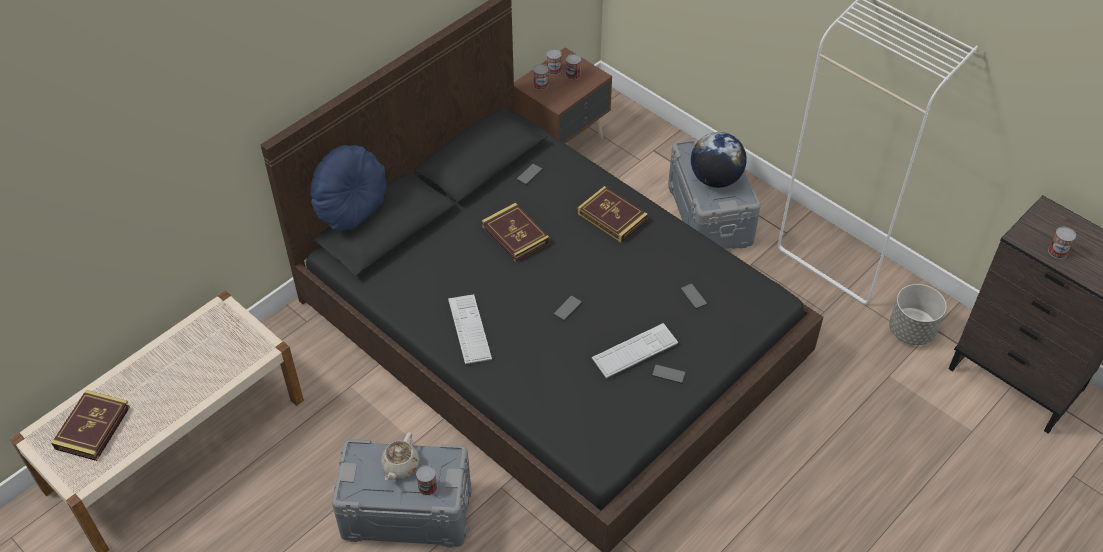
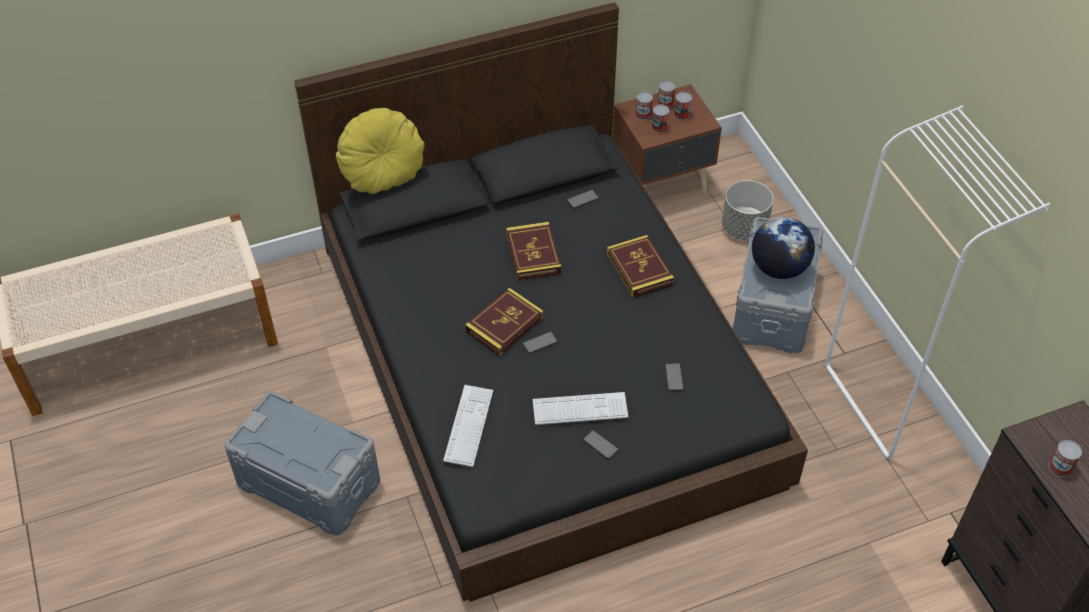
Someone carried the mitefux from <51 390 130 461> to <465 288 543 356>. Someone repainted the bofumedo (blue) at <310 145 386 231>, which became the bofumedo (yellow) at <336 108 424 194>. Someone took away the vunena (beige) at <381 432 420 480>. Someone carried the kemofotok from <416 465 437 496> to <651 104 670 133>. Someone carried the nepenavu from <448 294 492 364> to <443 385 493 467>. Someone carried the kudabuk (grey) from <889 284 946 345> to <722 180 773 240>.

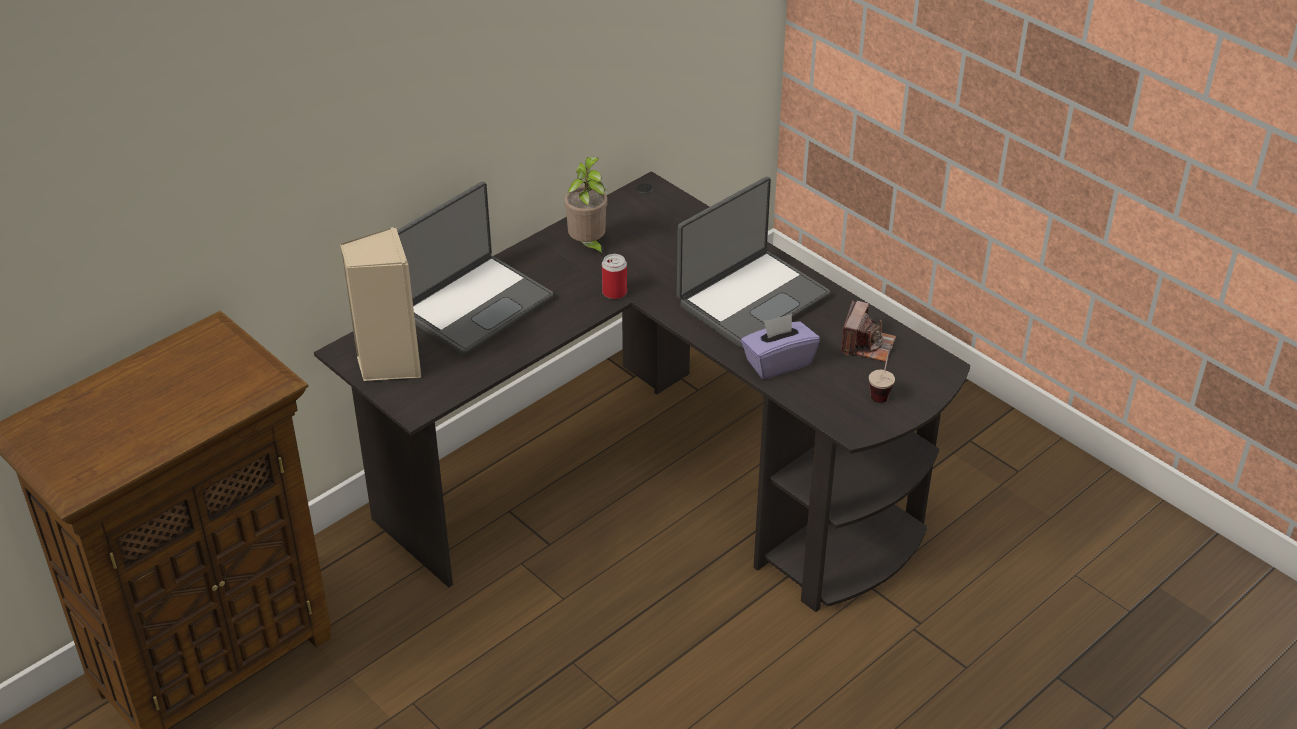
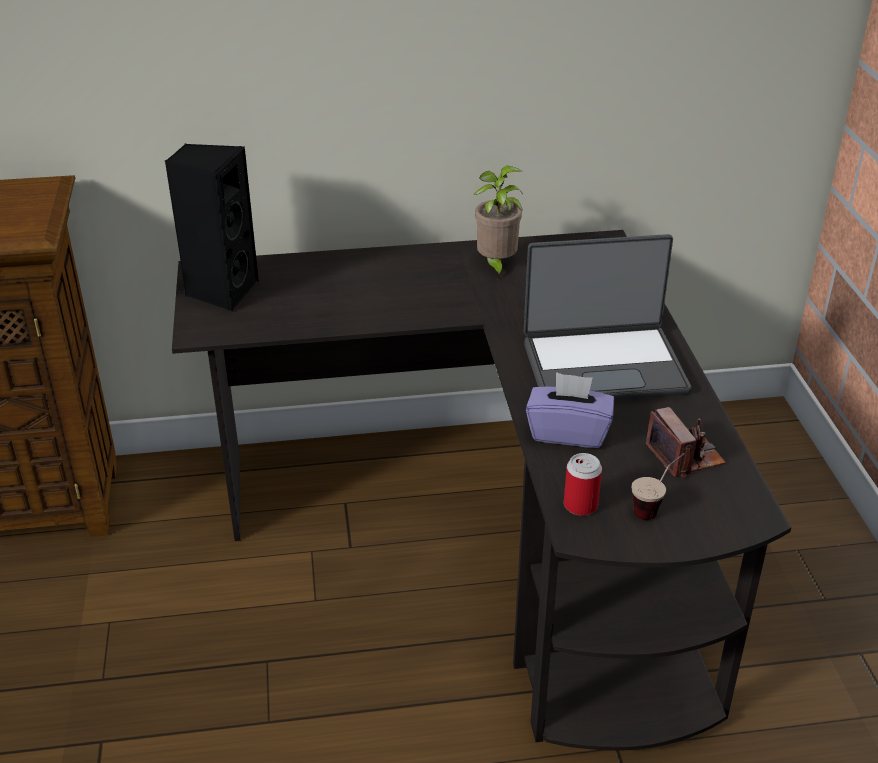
Someone repainted the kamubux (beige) at <340 227 421 381>, which became the kamubux (black) at <164 144 259 311>. Someone took away the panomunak at <397 182 554 355>. Someone carried the kemofotok from <602 254 627 299> to <564 453 602 516>. Someone rotated the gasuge at <841 301 896 362> by 75 degrees counterclockwise.

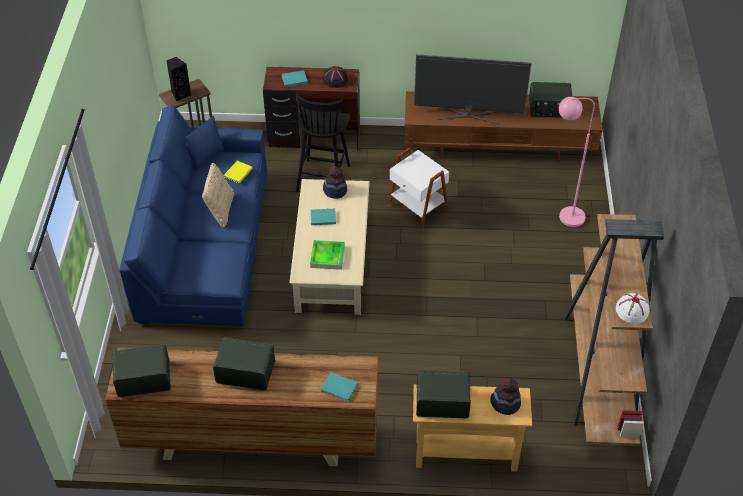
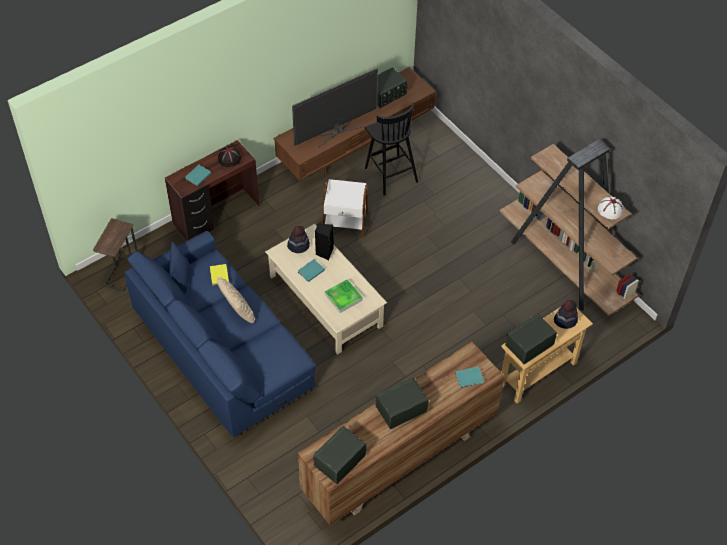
Someone carried the kamubux (black) from <167 57 191 102> to <315 224 333 260>. Someone carried the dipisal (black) from <296 93 351 192> to <365 102 418 196>. Someone took away the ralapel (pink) at <559 97 595 227>.

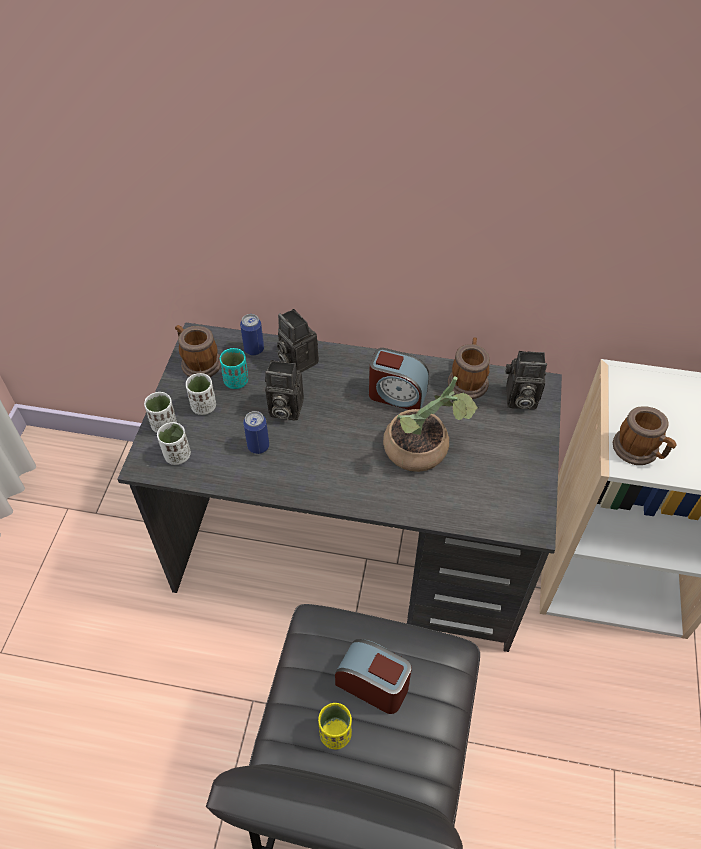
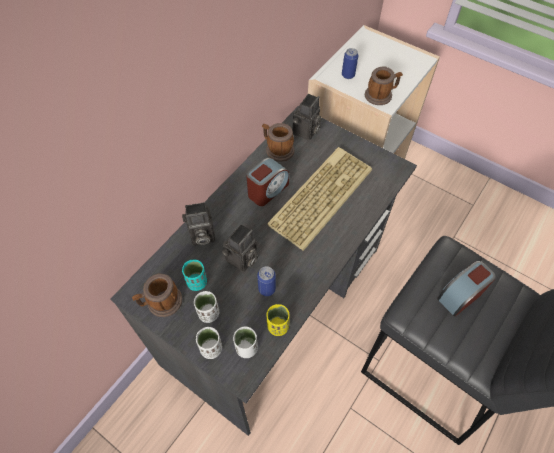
Someone carried the kemofotok from <240 314 264 356> to <342 48 359 79>. Someone carried the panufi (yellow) from <318 703 352 750> to <266 304 290 336>. Someone swapped the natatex at <383 376 479 472> for the nepenavu at <267 147 372 251>.

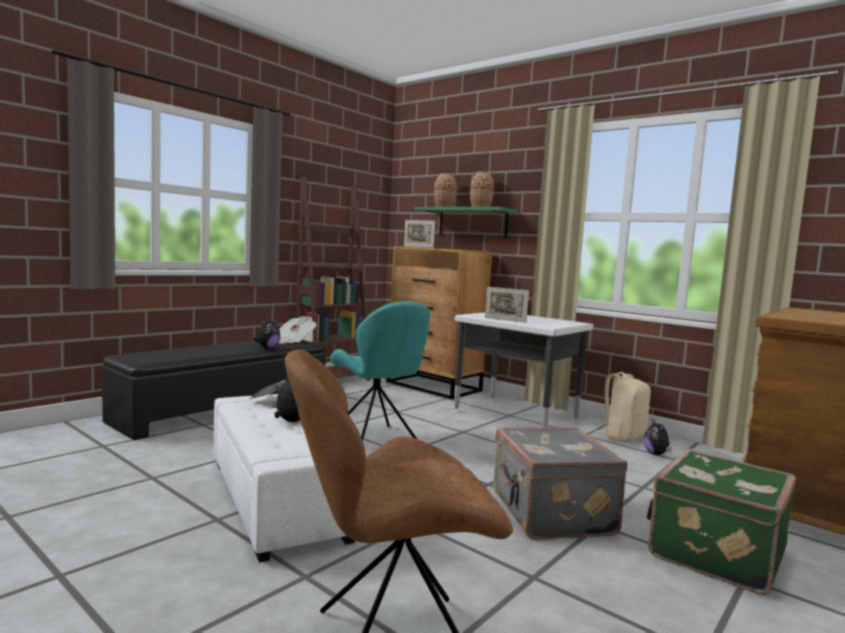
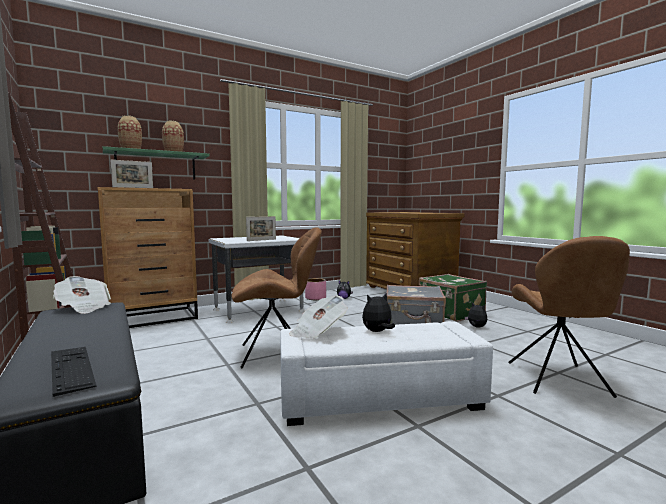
Someone carried the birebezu from <253 318 280 349> to <464 302 487 328>. Someone repainted the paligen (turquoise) at <331 301 430 440>, which became the paligen (brown) at <231 227 322 368>. Someone swapped the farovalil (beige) at <594 372 651 443> for the kudabuk (pink) at <305 278 326 300>. Someone put down the nepenavu at <51 347 96 397>.

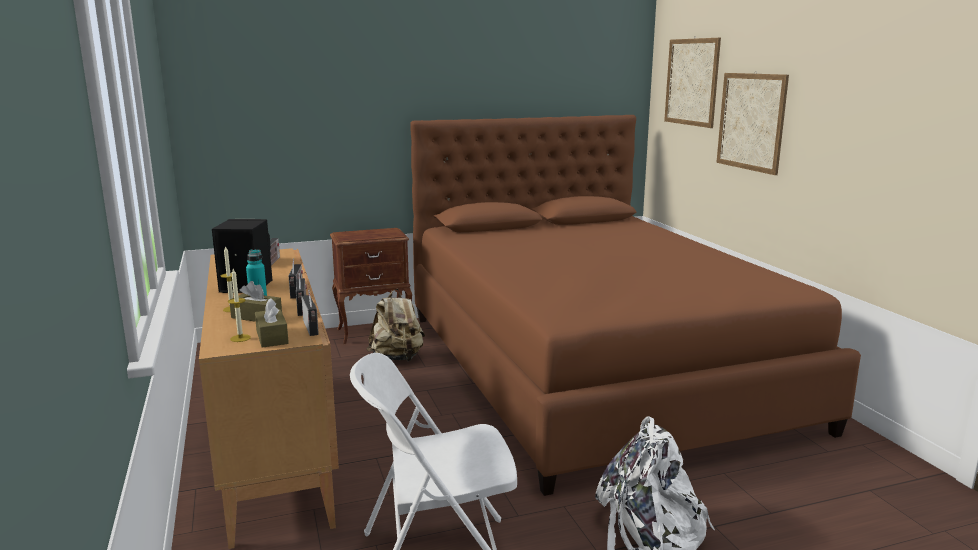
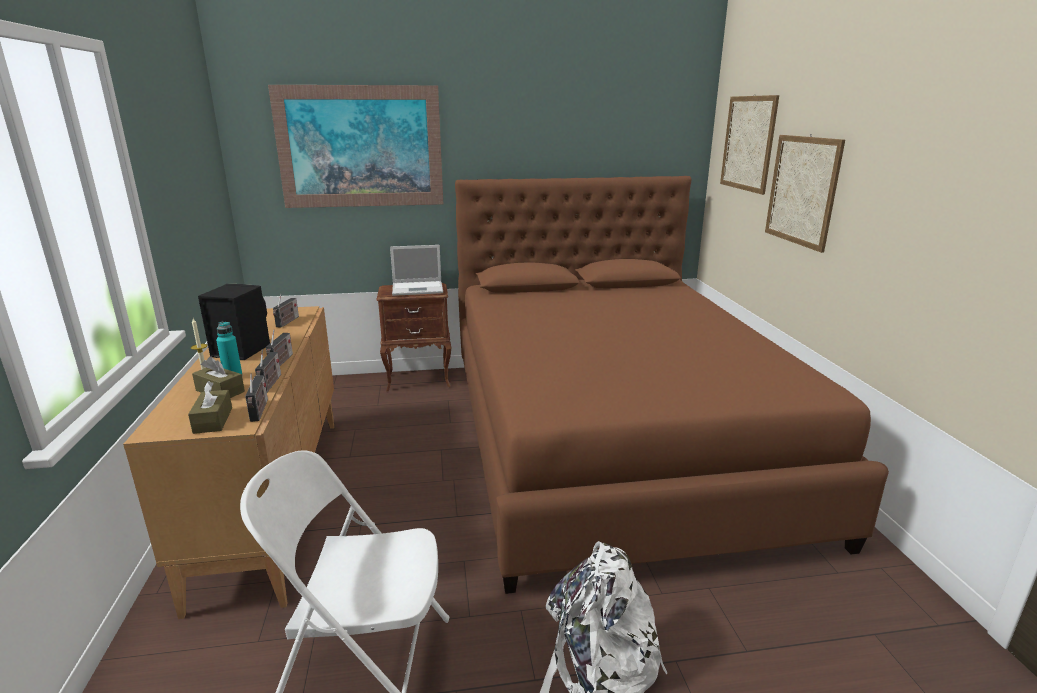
Someone took away the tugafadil at <228 269 251 342>. Someone took away the farovalil (beige) at <366 289 425 362>. Someone put up the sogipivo at <268 85 443 208>. Someone put down the panomunak at <390 245 443 296>.

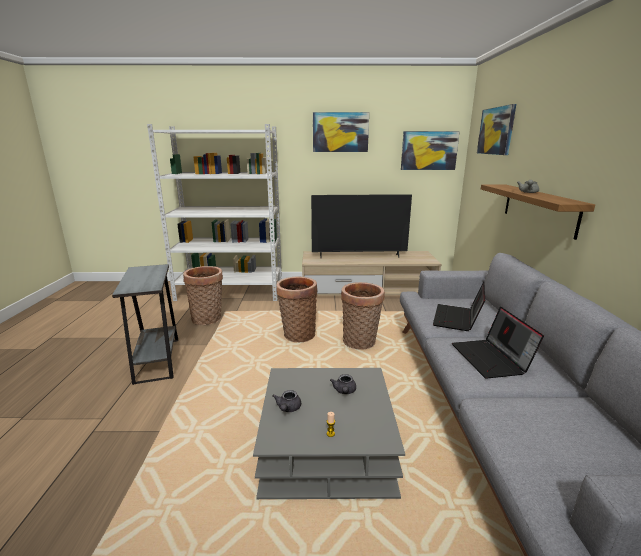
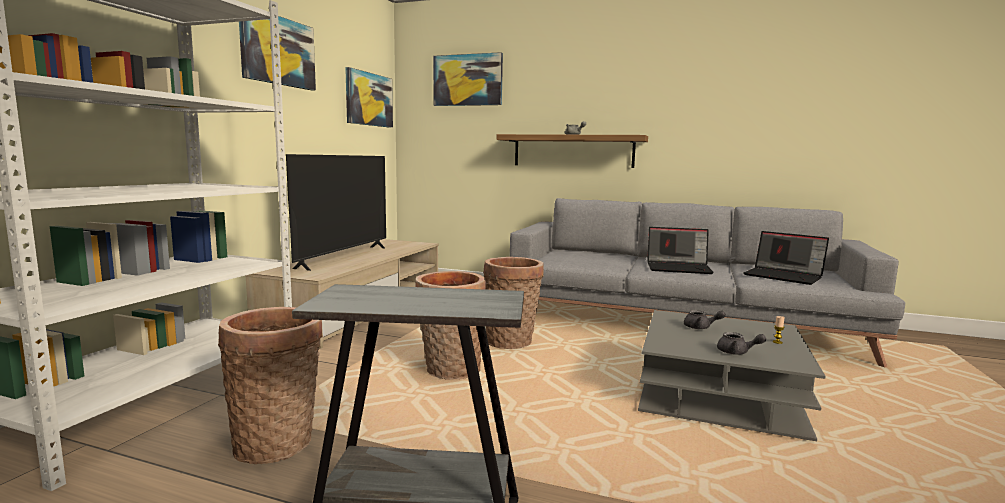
Someone carried the panomunak from <433 281 485 331> to <743 231 829 285>.

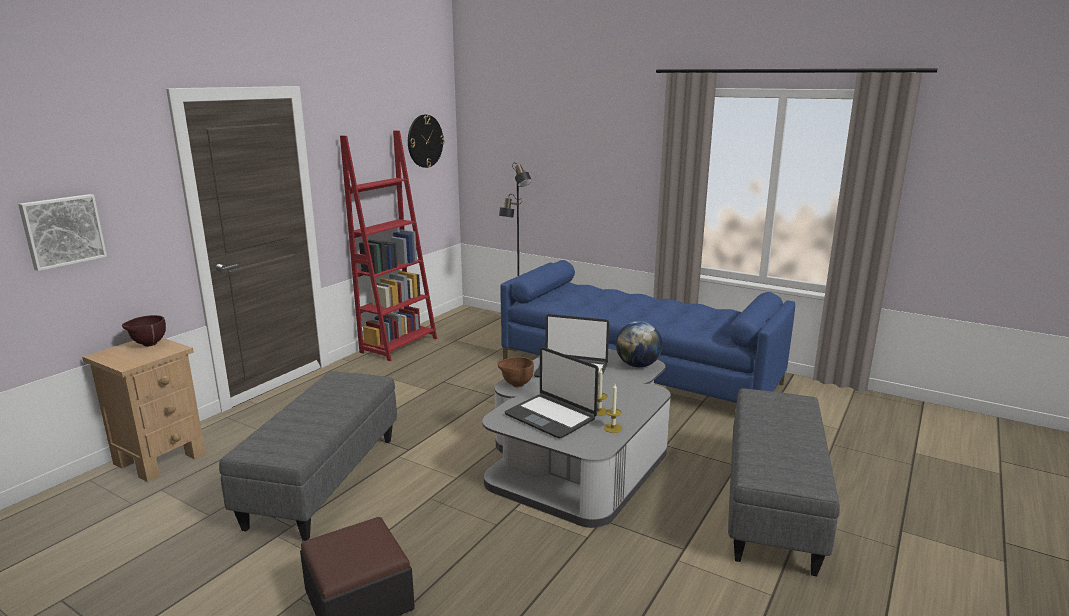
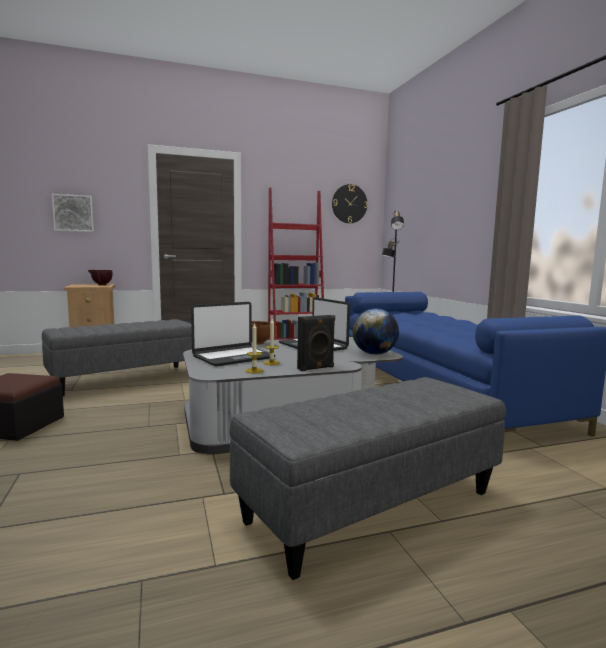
Someone rotated the panomunak at <505 347 599 438> by 120 degrees counterclockwise. Someone put down the kamubux (black) at <297 315 335 371>.

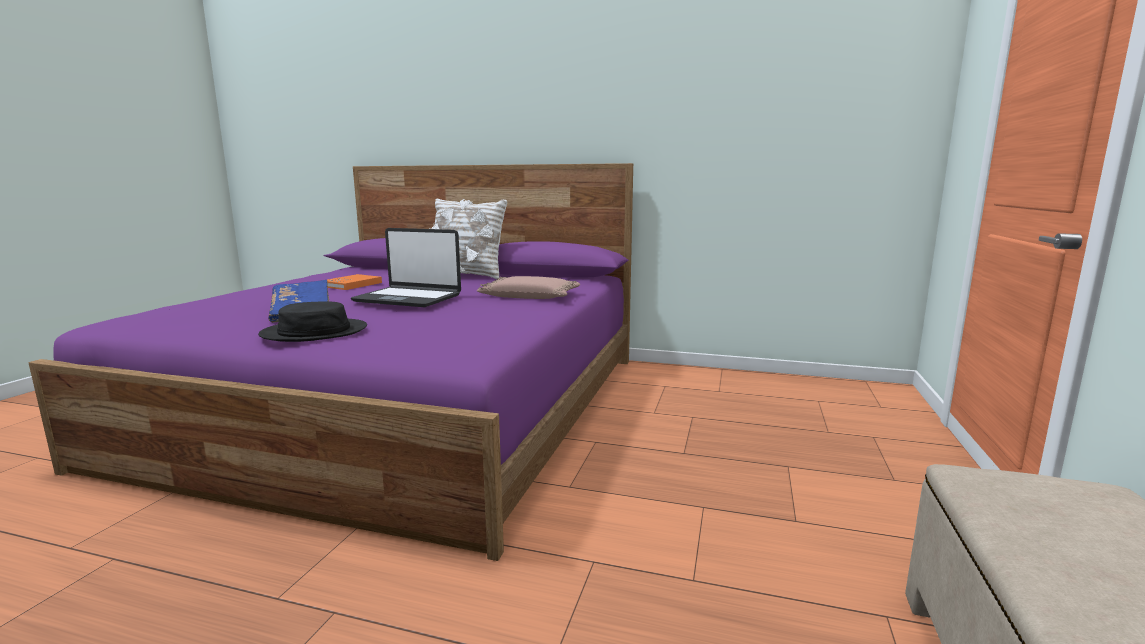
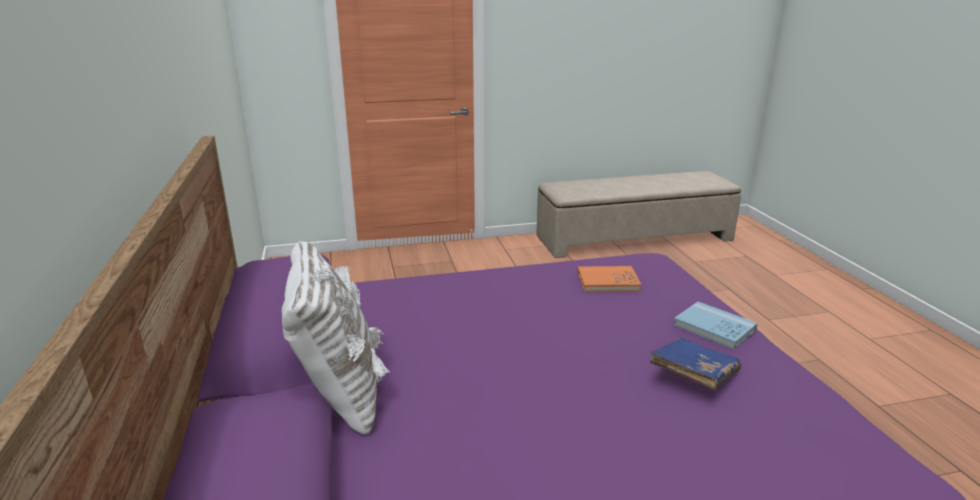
Someone swapped the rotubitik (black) at <258 301 367 342> for the mitefux (blue) at <673 302 758 350>. Someone carried the mitefux (orange) from <327 274 382 290> to <578 266 642 292>. Someone took away the panomunak at <351 228 461 307>. Someone took away the bofumedo (beige) at <477 276 581 299>.

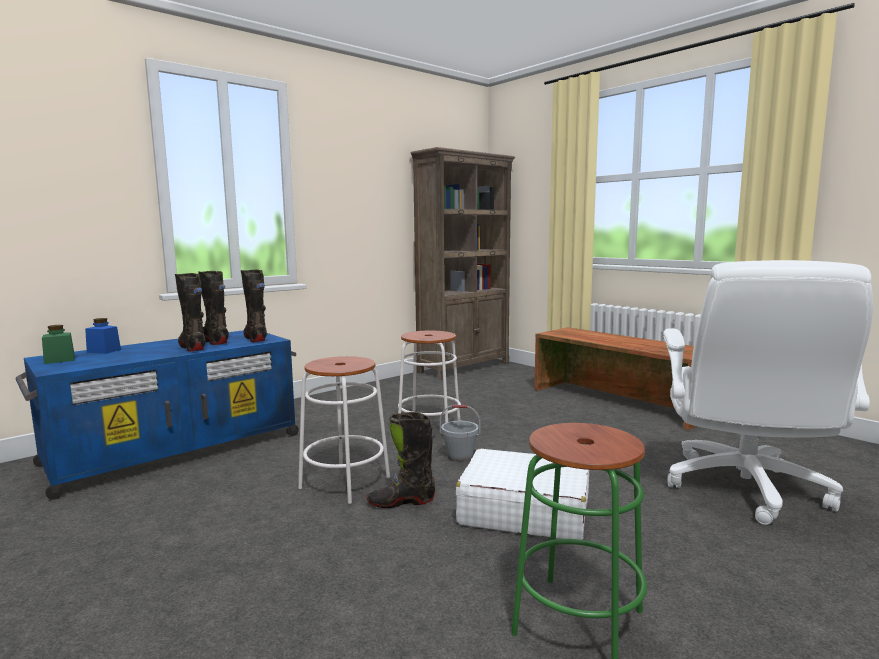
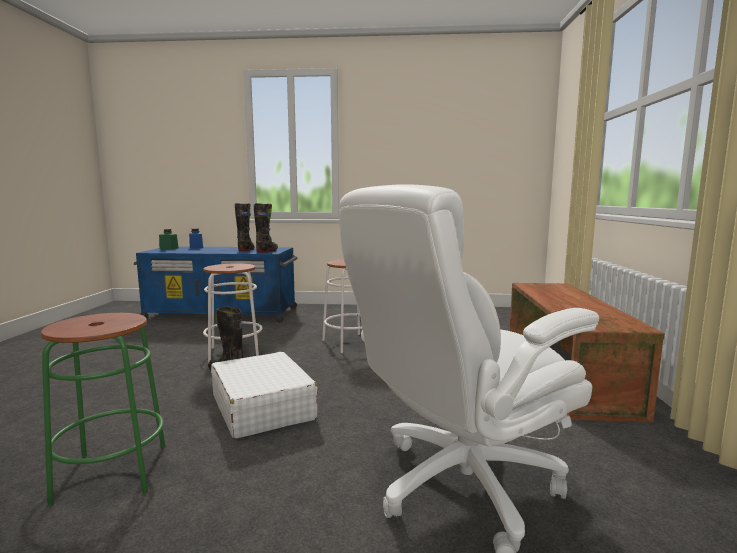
Someone took away the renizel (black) at <175 273 206 352>. Someone took away the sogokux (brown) at <410 147 515 380>. Someone took away the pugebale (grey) at <440 405 480 462>.

